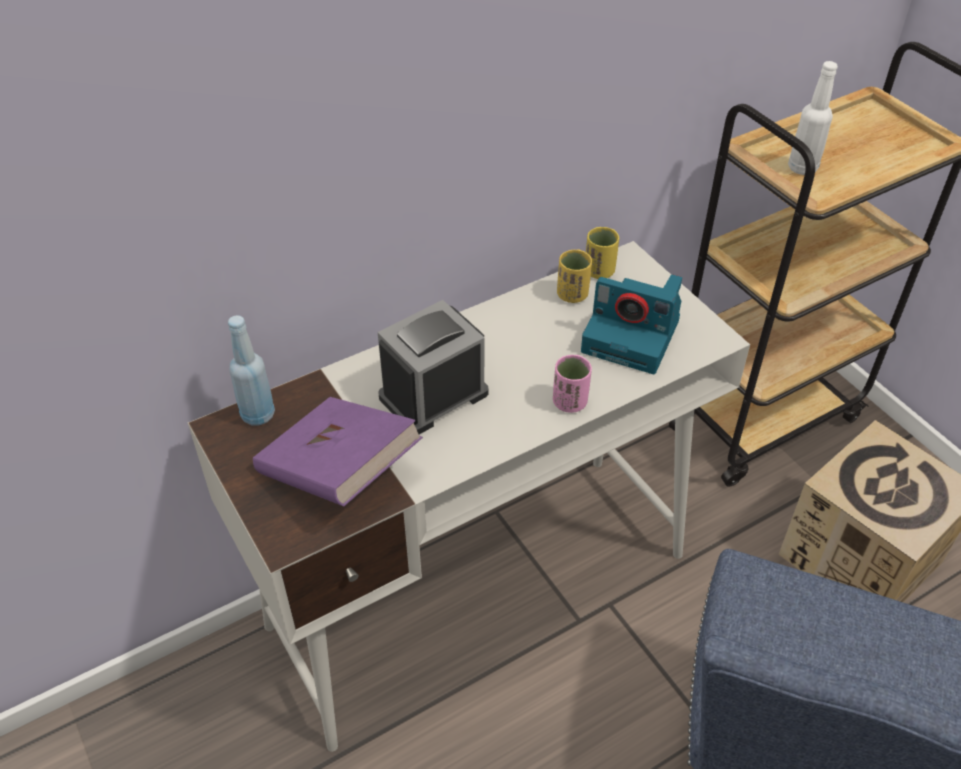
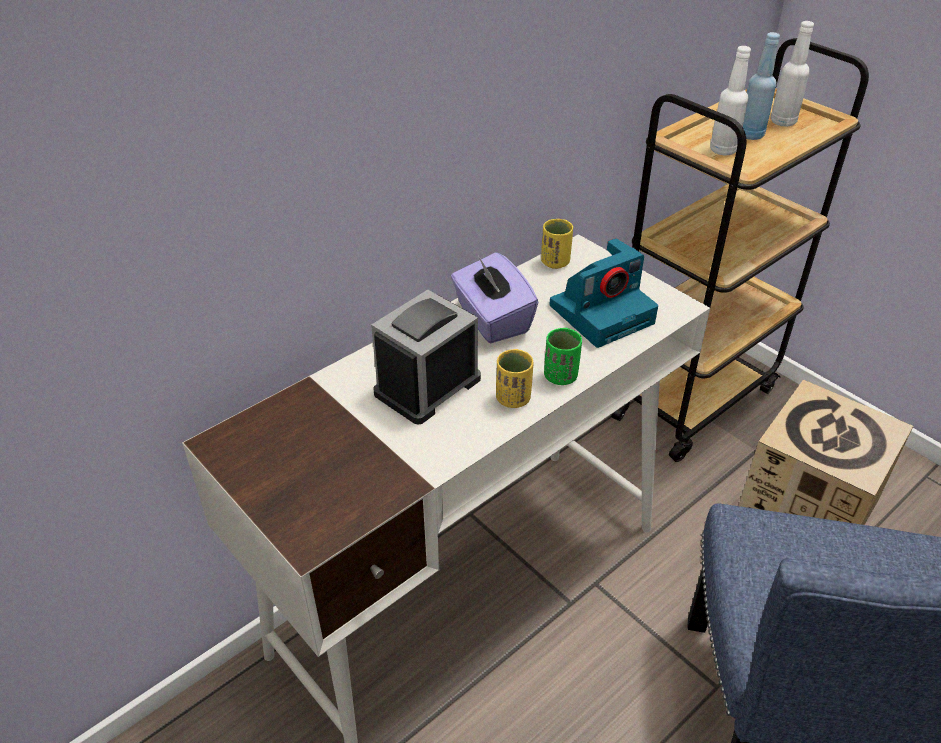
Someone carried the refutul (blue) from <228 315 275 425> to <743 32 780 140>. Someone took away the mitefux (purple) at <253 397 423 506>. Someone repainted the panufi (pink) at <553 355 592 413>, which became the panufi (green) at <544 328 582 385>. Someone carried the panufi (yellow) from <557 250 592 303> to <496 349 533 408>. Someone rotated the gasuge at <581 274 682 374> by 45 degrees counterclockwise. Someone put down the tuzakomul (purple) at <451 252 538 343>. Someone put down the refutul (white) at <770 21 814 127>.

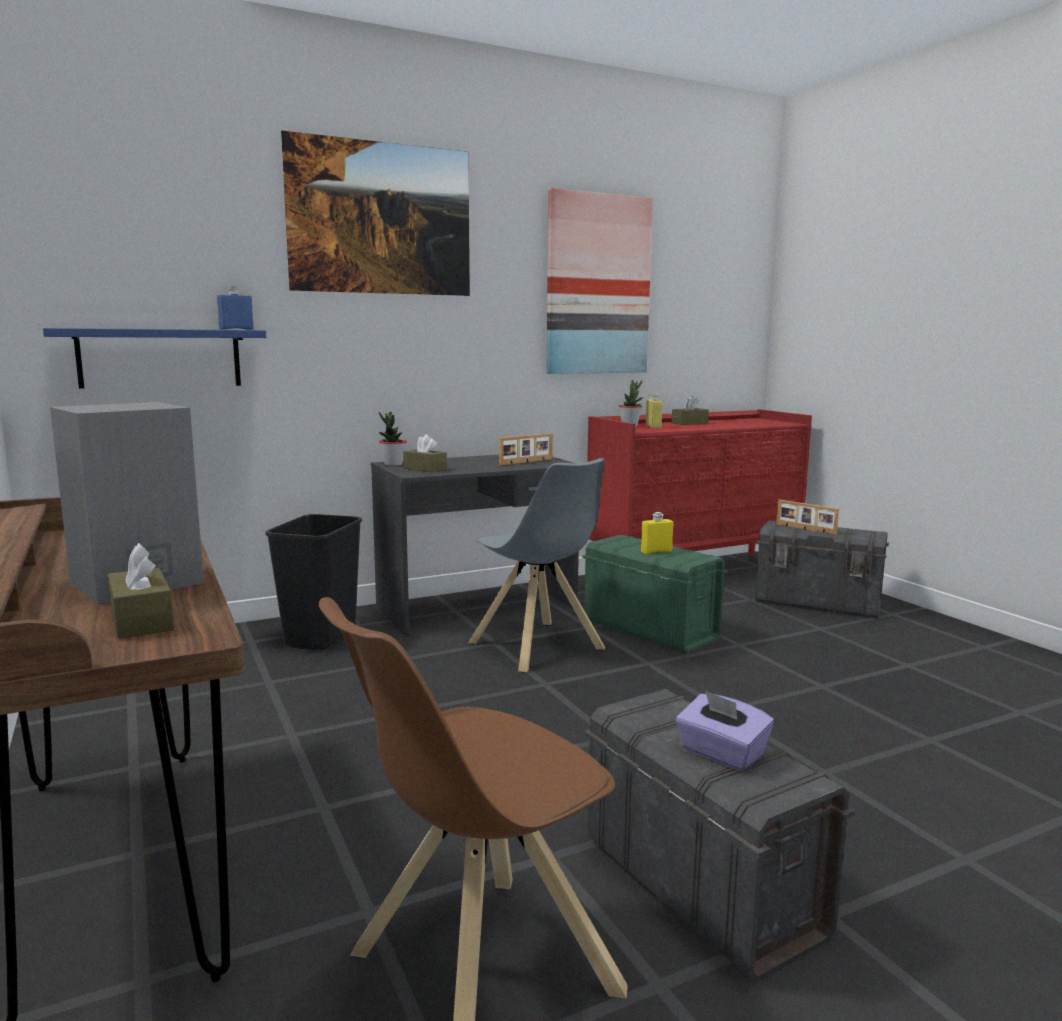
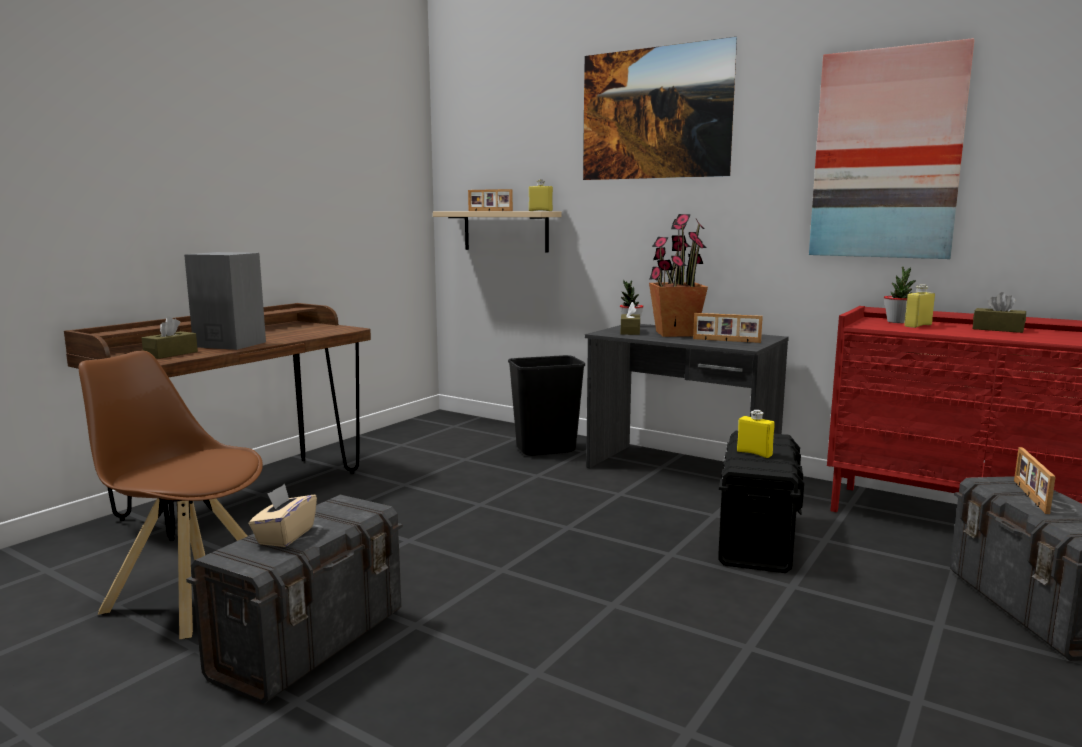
Someone repainted the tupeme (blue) at <43 328 266 389>, which became the tupeme (beige) at <433 212 562 253>. Someone repainted the refutul (blue) at <217 286 254 330>, which became the refutul (yellow) at <529 179 553 211>. Someone took away the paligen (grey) at <468 458 605 672>. Someone repainted the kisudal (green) at <582 535 728 653>, which became the kisudal (black) at <718 431 804 573>. Someone repainted the tuzakomul (purple) at <676 690 774 771>, which became the tuzakomul (beige) at <249 484 317 547>. Someone put down the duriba at <468 189 513 211>. Someone put down the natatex at <649 214 708 337>.

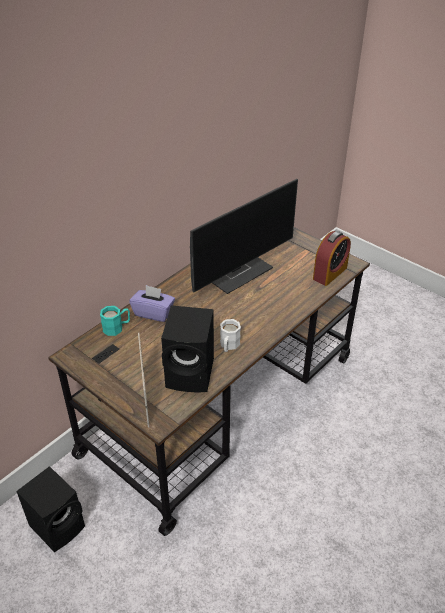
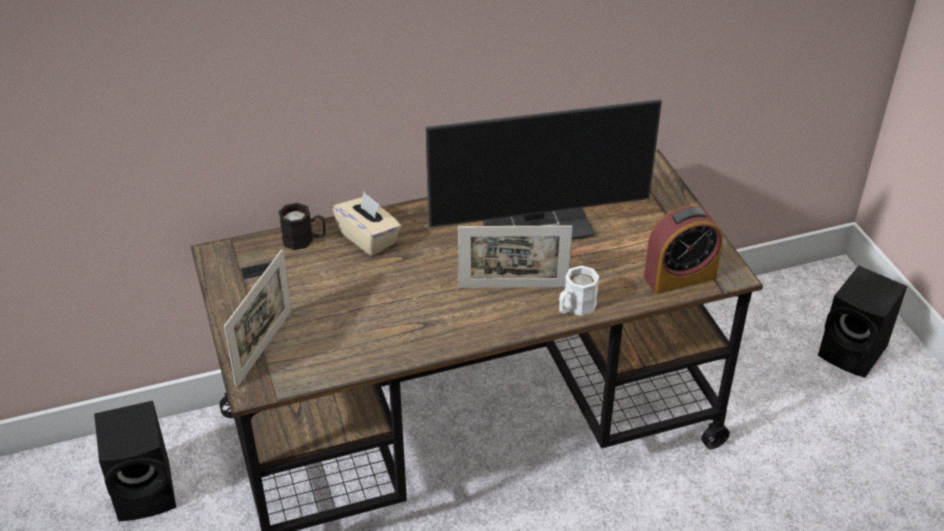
Someone repainted the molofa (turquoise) at <100 306 130 336>, which became the molofa (black) at <279 203 325 250>. Someone repainted the tuzakomul (purple) at <129 285 175 322>, which became the tuzakomul (beige) at <333 192 402 256>. Someone carried the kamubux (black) from <161 305 214 392> to <818 265 907 378>. Someone carried the molofa (white) from <220 319 241 352> to <559 265 600 316>. Someone put down the duriba at <458 225 573 288>.

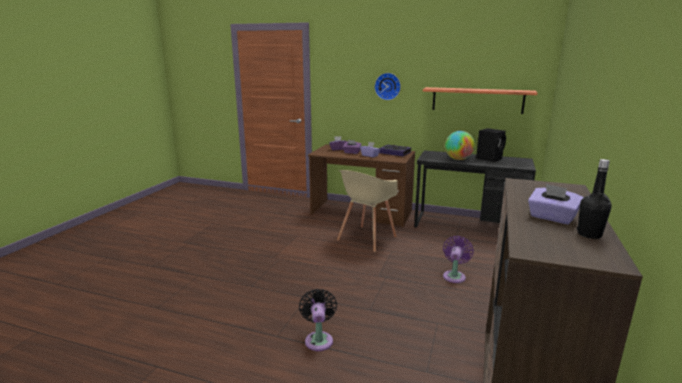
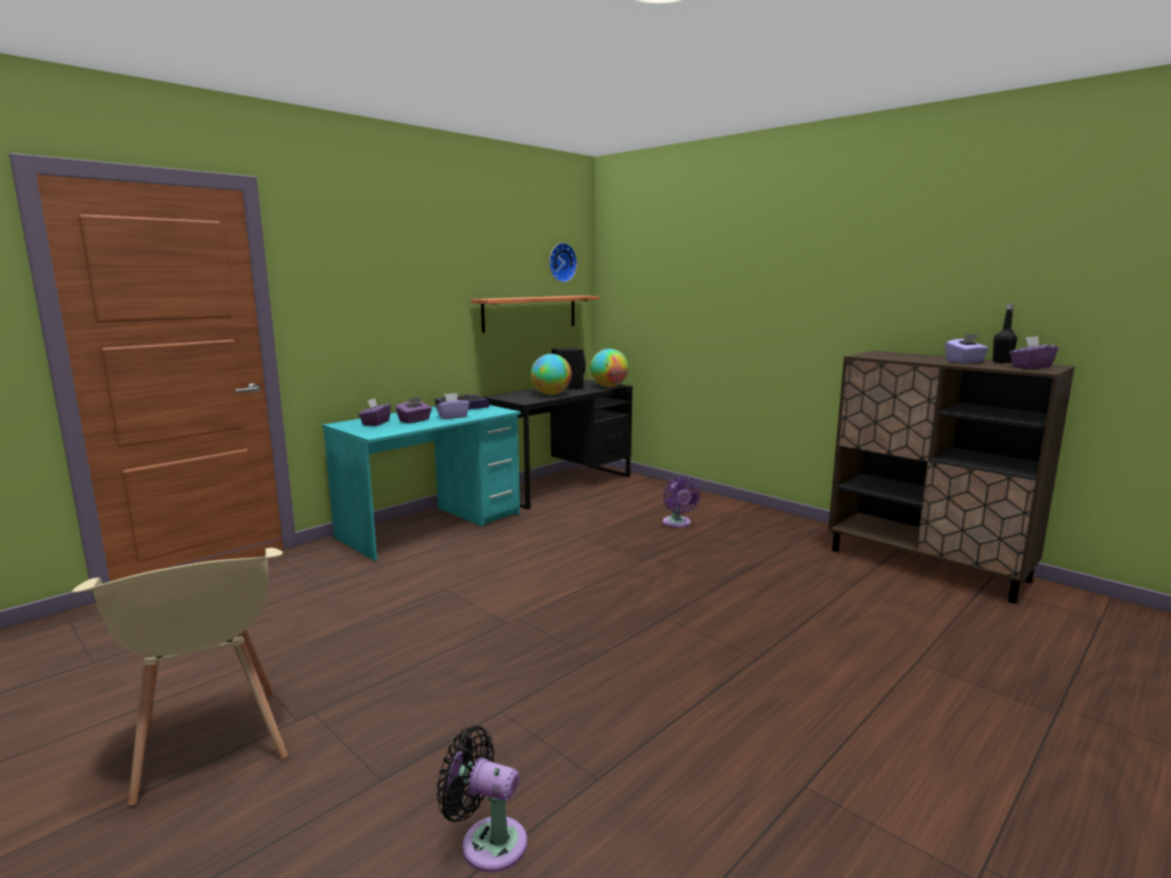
Someone carried the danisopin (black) from <299 289 337 351> to <437 726 527 872>. Someone repainted the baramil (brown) at <308 144 415 227>, which became the baramil (turquoise) at <322 405 521 561>. Someone carried the paligen (beige) from <337 170 398 252> to <72 548 288 806>. Someone carried the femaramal from <375 73 401 100> to <549 243 577 282>. Someone rotated the danisopin (purple) at <443 236 474 283> by 150 degrees counterclockwise. Someone put down the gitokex at <590 349 629 387>. Someone put down the tuzakomul (purple) at <1009 336 1058 369>.

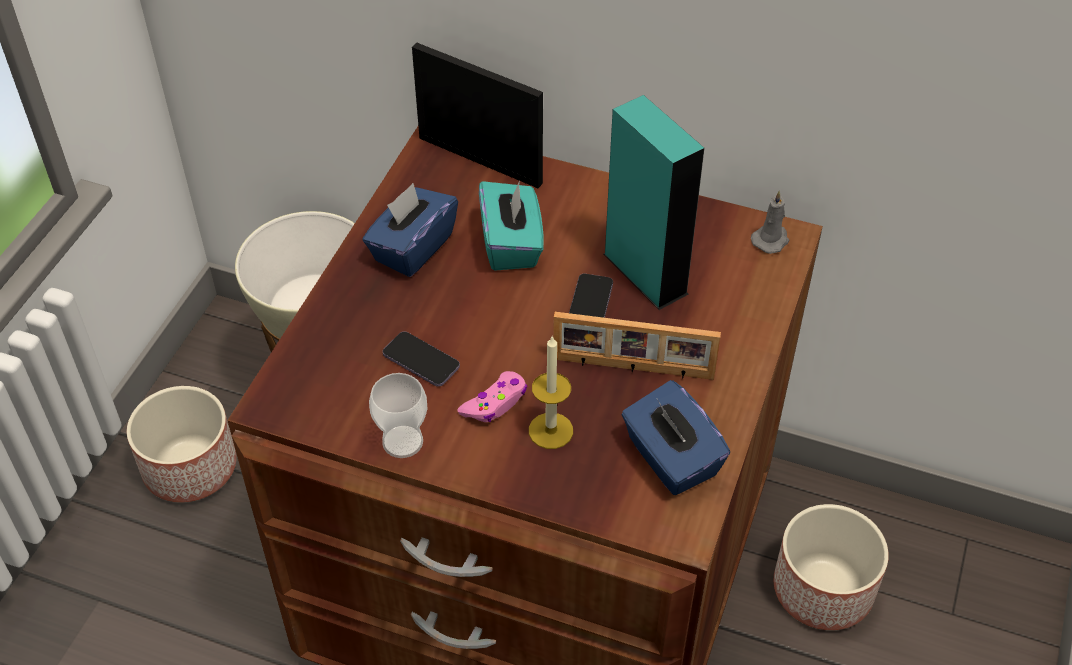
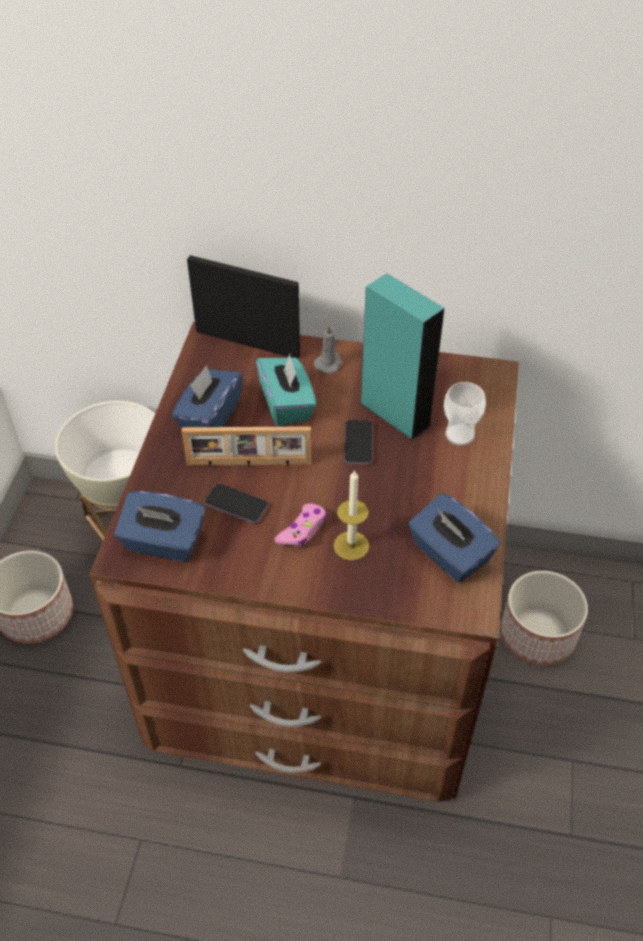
Someone carried the panufi from <369 373 428 458> to <444 382 486 446>. Someone carried the duriba from <553 312 721 380> to <182 426 311 467>. Someone carried the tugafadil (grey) from <751 190 790 254> to <314 325 343 374>. Someone put down the tuzakomul (blue) at <114 491 205 562>.

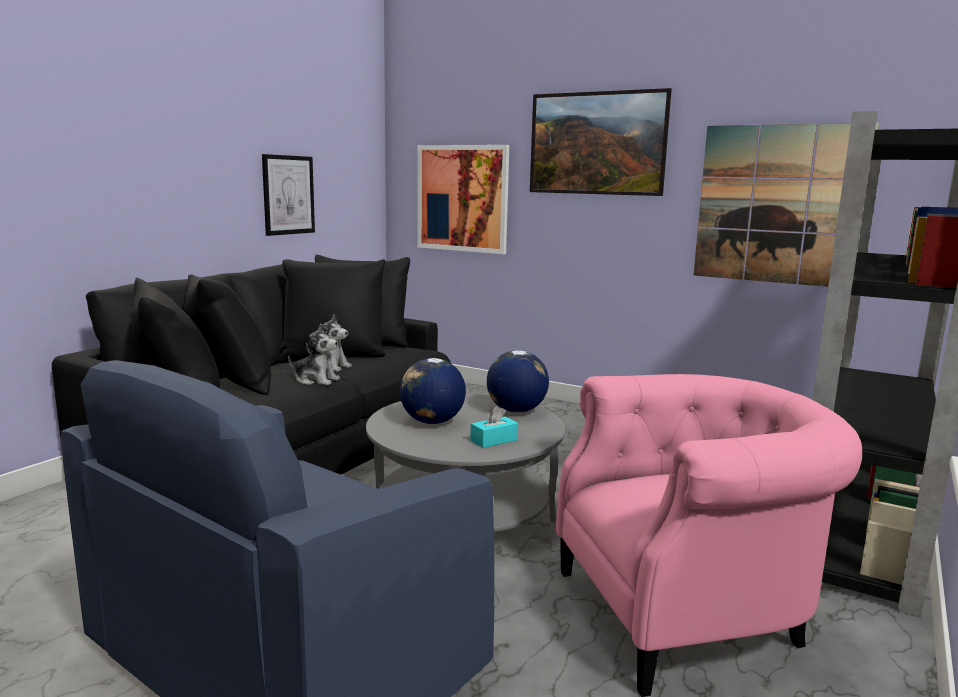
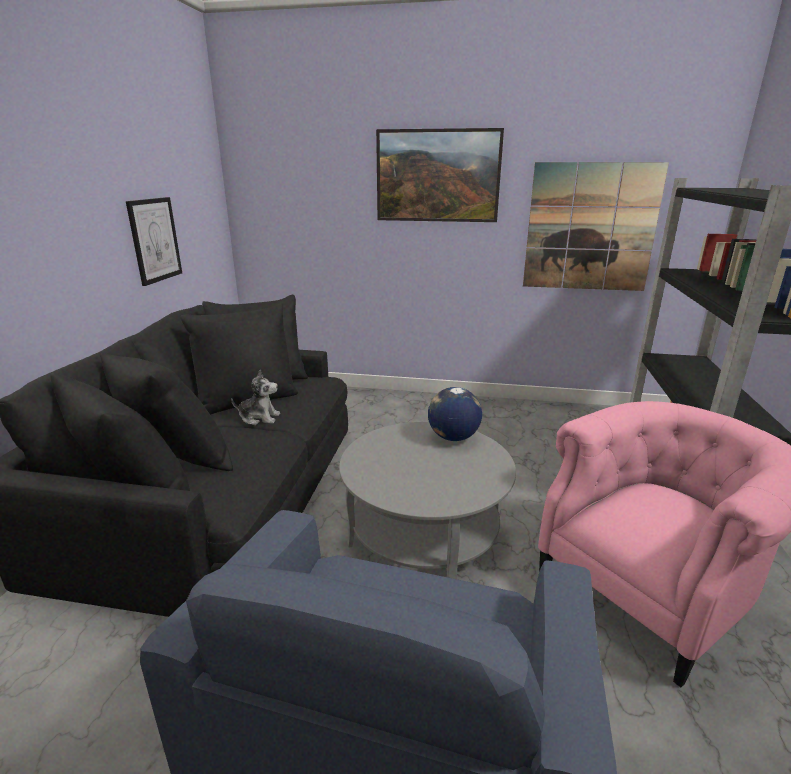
Someone took away the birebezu at <288 324 340 385>. Someone took away the gitokex at <400 358 466 424>. Someone took away the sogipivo at <417 145 509 254>. Someone took away the tuzakomul (turquoise) at <470 406 518 448>.

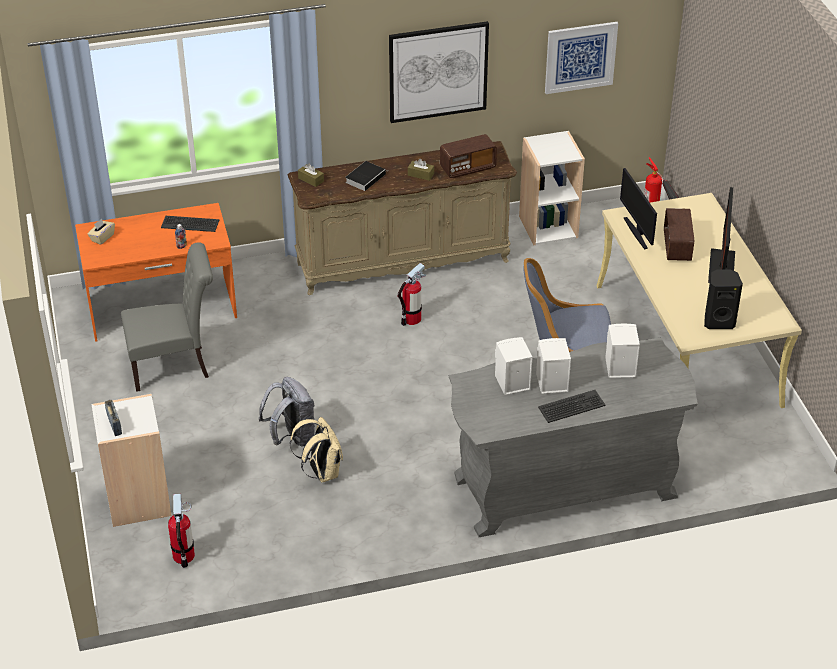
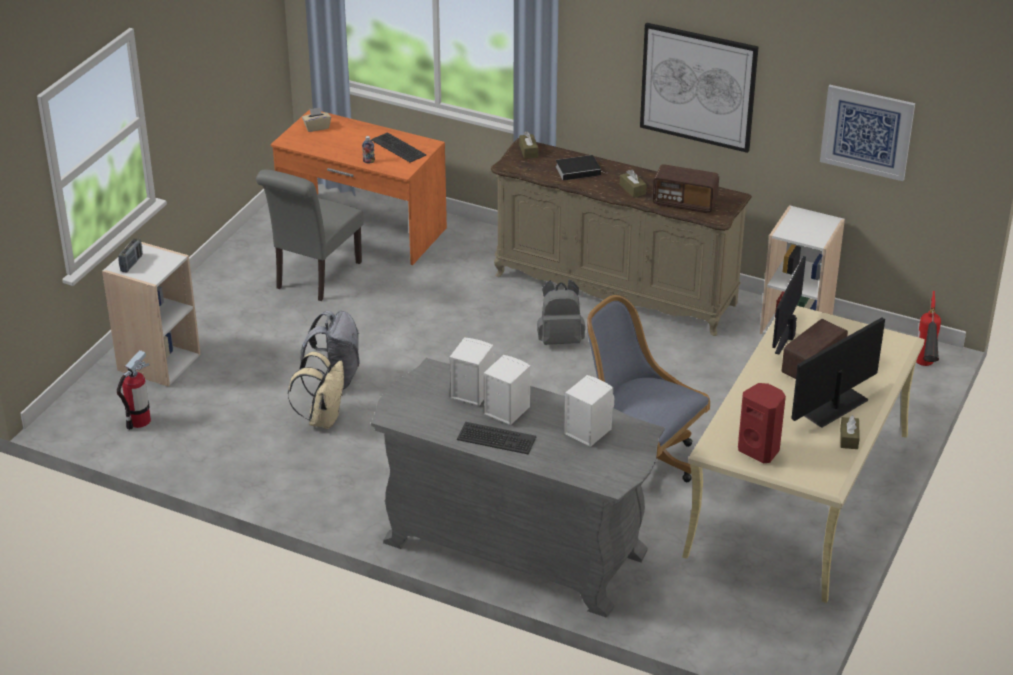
Someone rotated the paligen (grey) at <121 242 213 392> by 90 degrees clockwise. Someone swapped the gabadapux at <398 263 426 326> for the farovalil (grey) at <537 280 585 345>. Someone repainted the kamubux (black) at <704 269 743 329>, which became the kamubux (red) at <738 383 786 463>. Someone put down the tuzakomul (brown) at <840 415 860 449>.

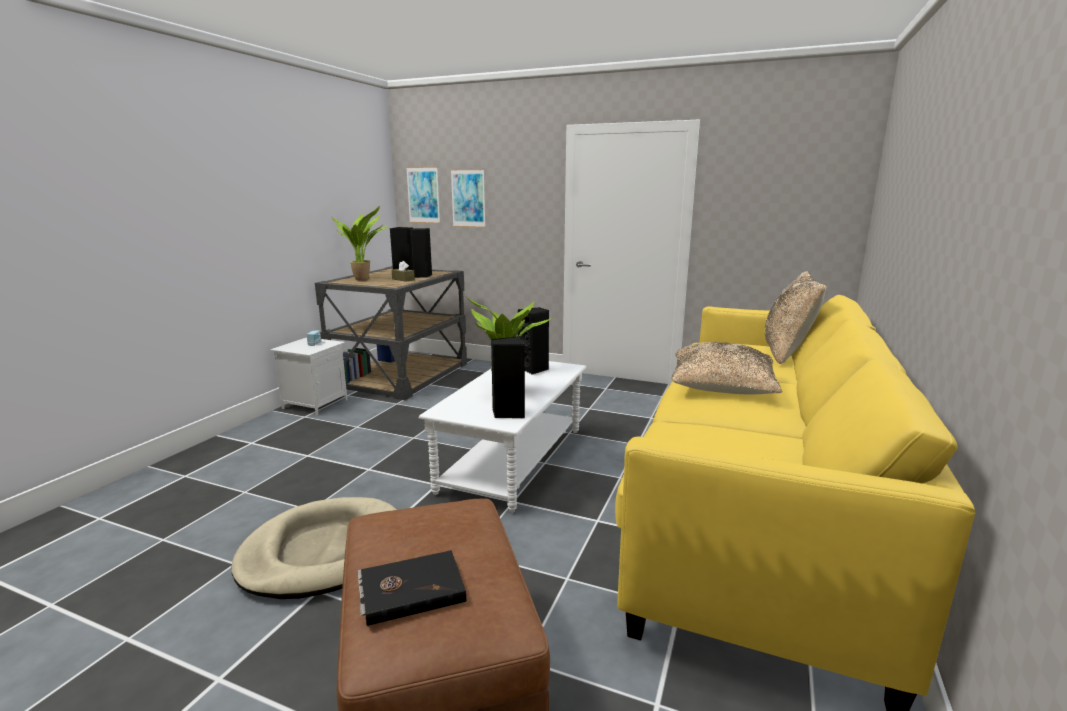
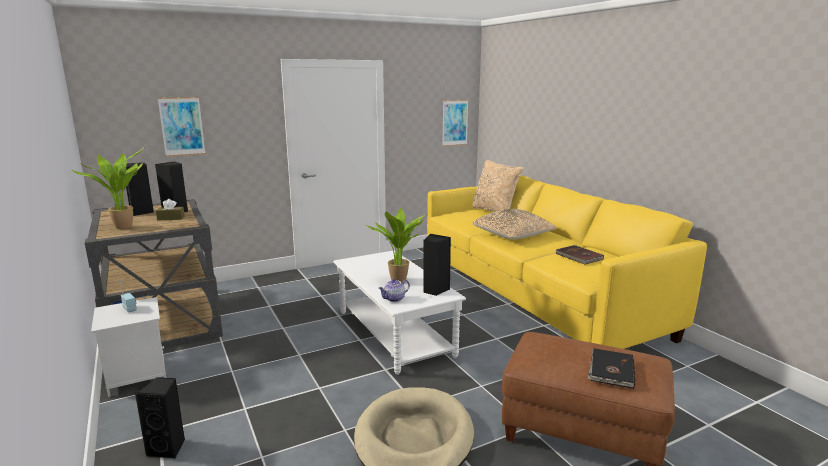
Someone carried the sogipivo from <406 167 440 224> to <442 100 468 146>. Someone carried the kamubux (black) from <518 307 549 375> to <135 377 185 459>. Someone put down the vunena at <378 279 410 302>. Someone put down the mitefux (brown) at <555 245 604 265>.

